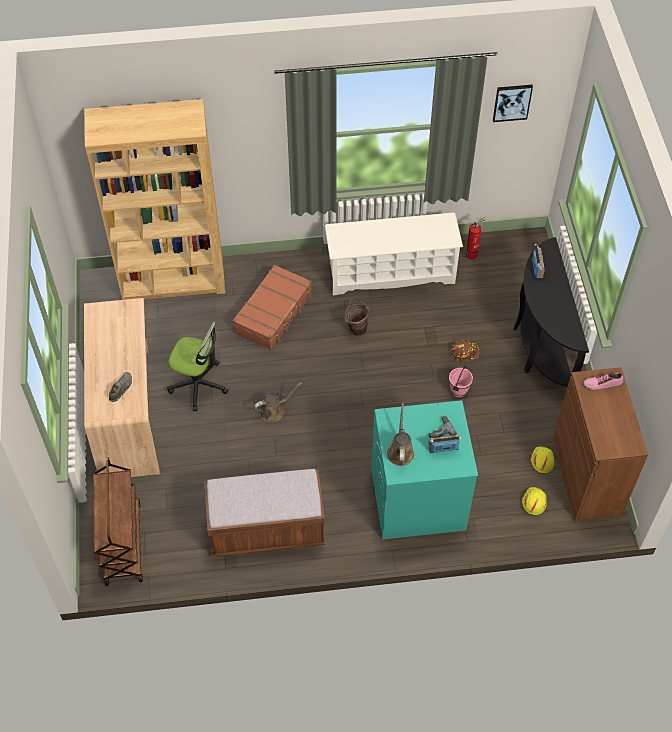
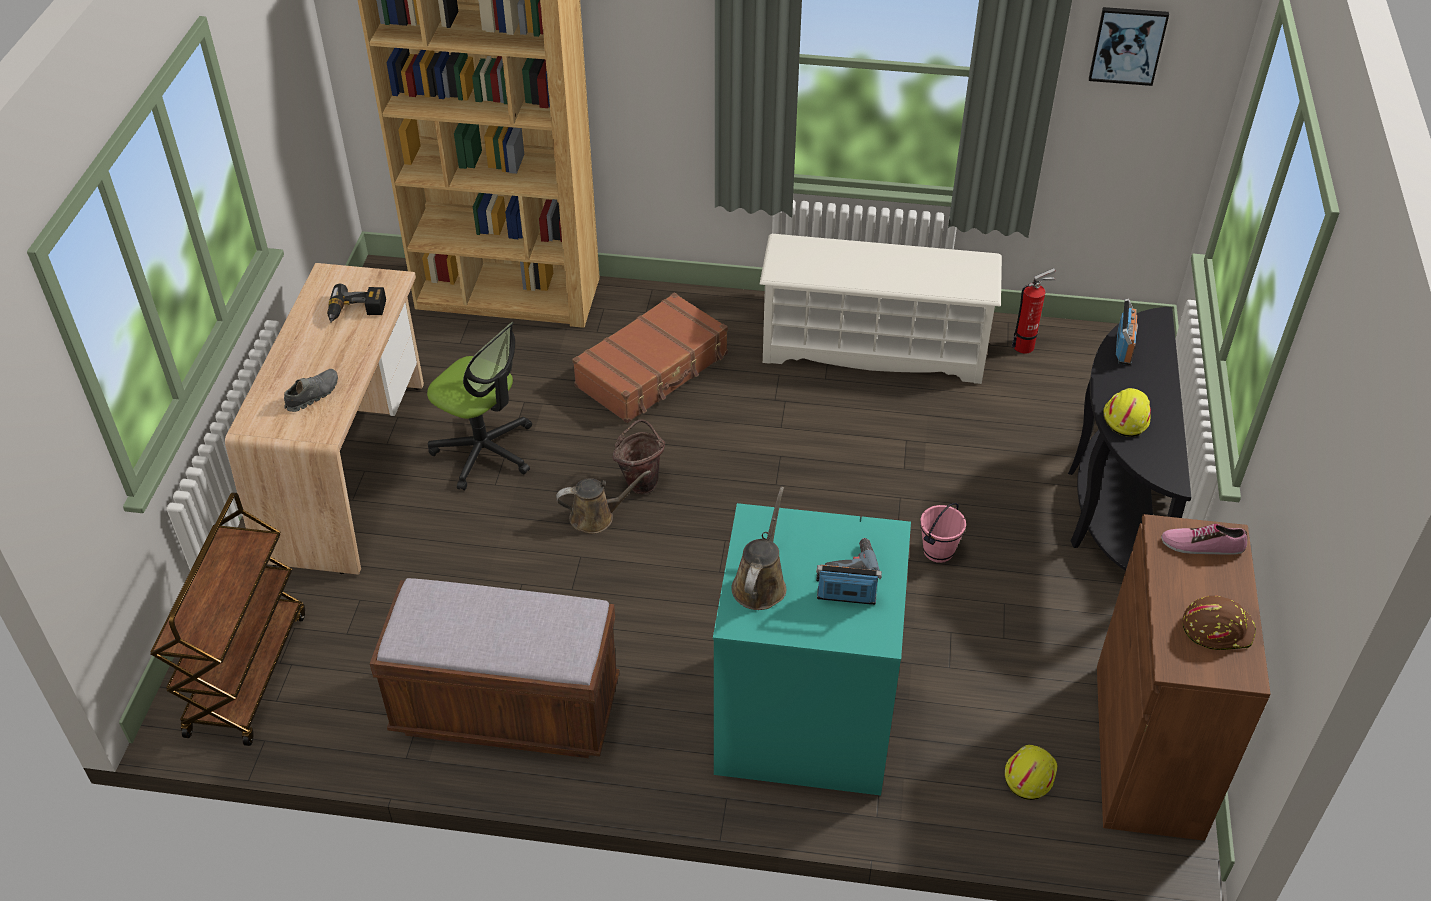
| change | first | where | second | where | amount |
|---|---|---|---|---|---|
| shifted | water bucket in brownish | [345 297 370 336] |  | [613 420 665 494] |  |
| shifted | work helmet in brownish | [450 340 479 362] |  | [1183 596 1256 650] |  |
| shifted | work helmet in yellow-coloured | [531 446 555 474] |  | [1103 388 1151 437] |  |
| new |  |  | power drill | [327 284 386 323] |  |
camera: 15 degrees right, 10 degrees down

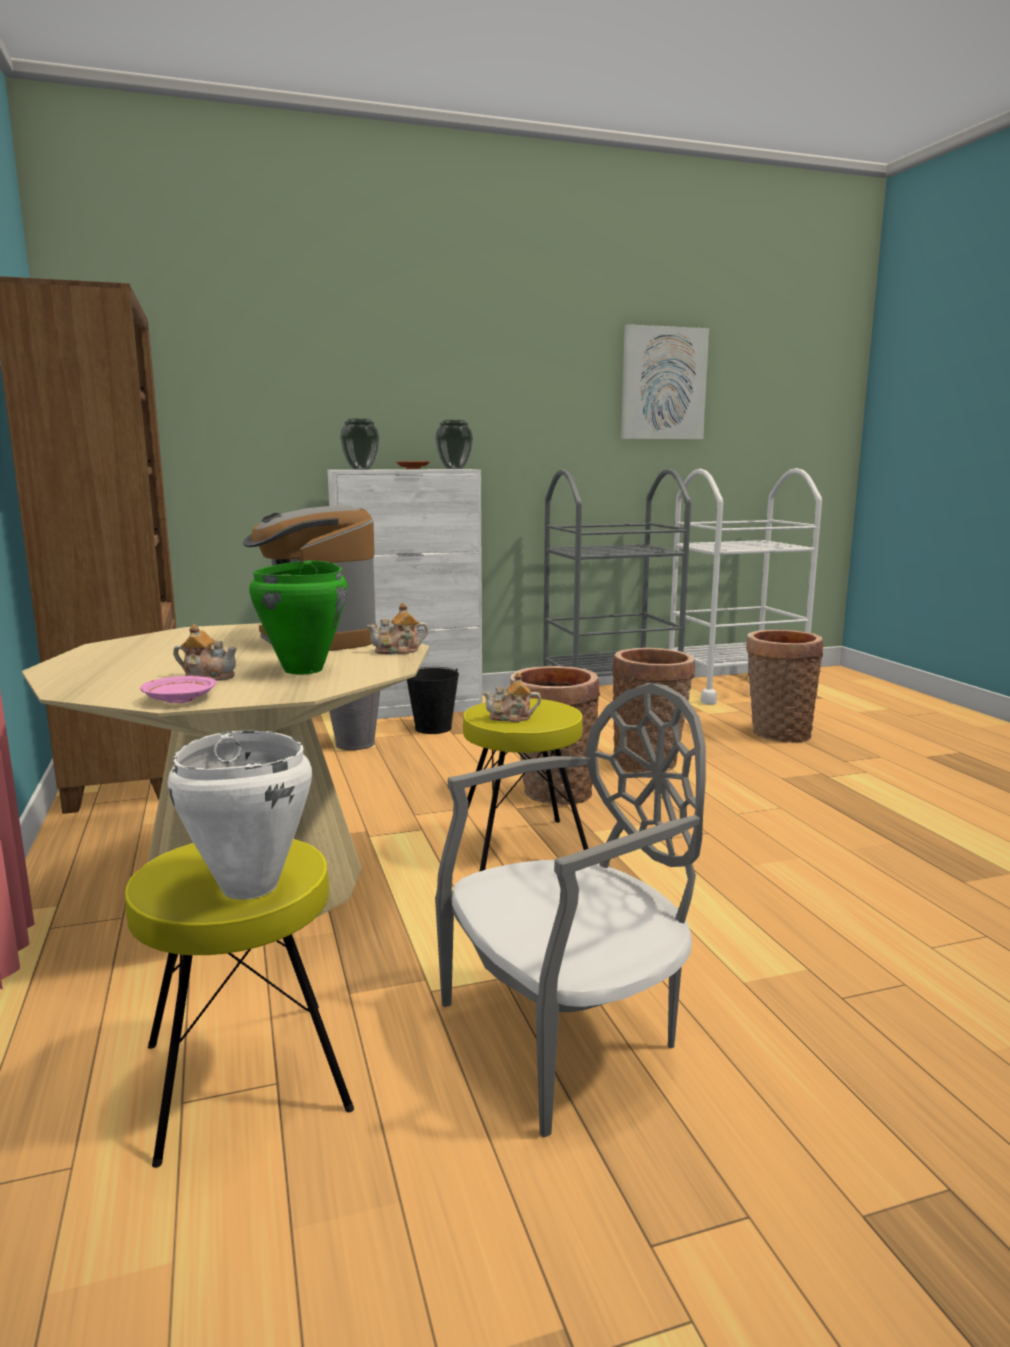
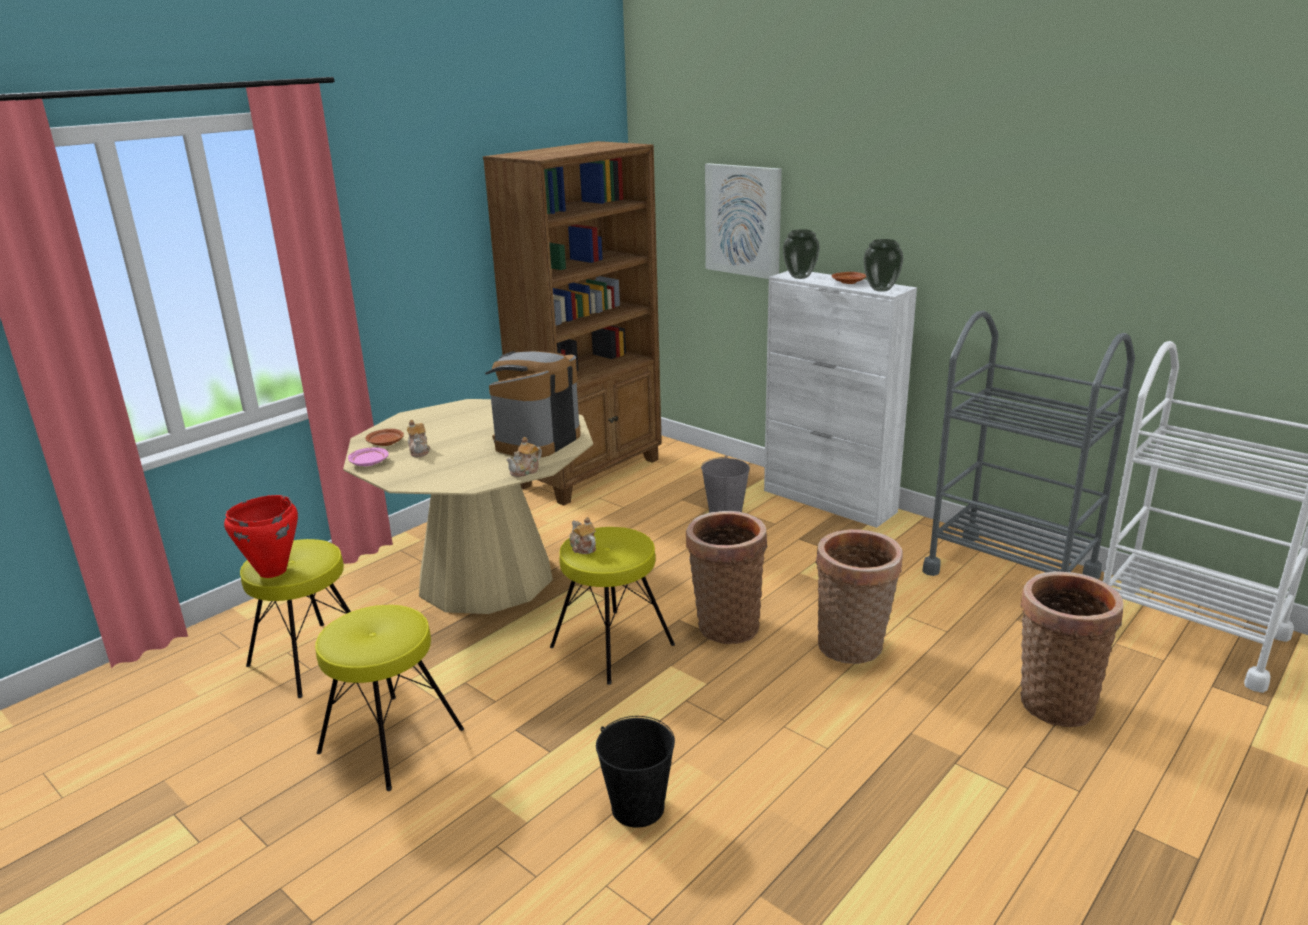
| change | first | where | second | where | amount |
|---|---|---|---|---|---|
| shifted | picture | [621 324 709 439] |  | [705 163 782 279] |  |
| gone | saucepot in green-coloured | [249 560 347 675] |  |  |  |
| rotated | pot for tea | [367 603 428 654] |  | [506 437 542 477] | 90 degrees counterclockwise |
| shifted | water bucket in black | [407 667 459 734] |  | [596 716 675 828] |  |
| swapped | plain chair in grey | [435 683 706 1137] | sitting stool in yellow-coloured | [315 605 464 791] |  |
| repainted | saucepot in white-coloured | [168 730 312 900] | saucepot in reddish | [224 495 298 578] |  |
| new |  |  | flat dish in brownish | [365 429 404 446] |  |
camera: 60 degrees right, 10 degrees up

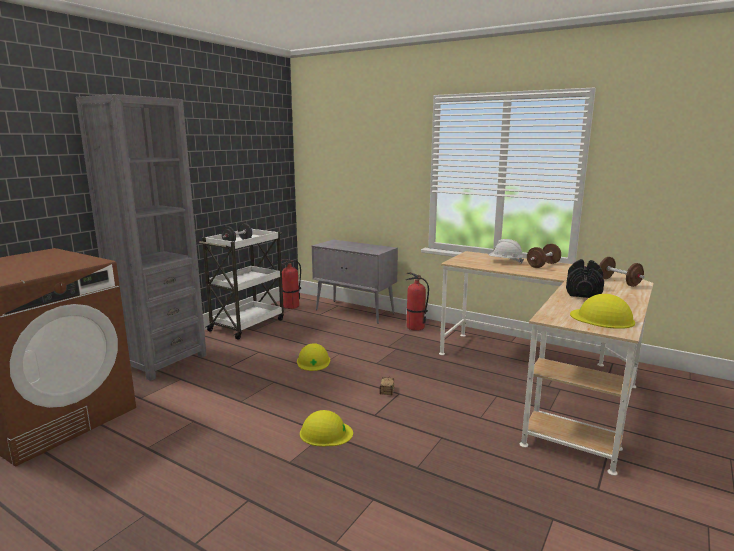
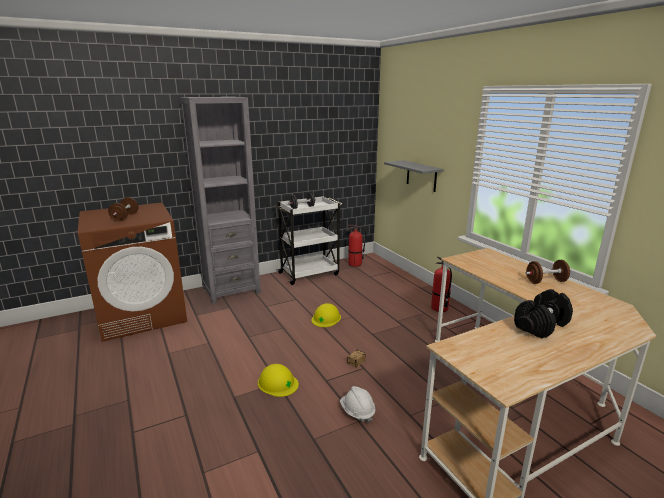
| change | first | where | second | where | amount |
|---|---|---|---|---|---|
| gone | cabinet in grey | [312 239 398 324] |  |  |  |
| shifted | work helmet in white-coloured | [489 239 524 264] |  | [340 386 376 423] |  |
| shifted | free weight in brownish | [599 257 645 287] |  | [108 197 138 221] |  |
| gone | work helmet in yellow-coloured | [570 294 635 329] |  |  |  |
| new |  |  | wall shelf in grey | [384 160 444 192] |  |
camera: 30 degrees right, 5 degrees up

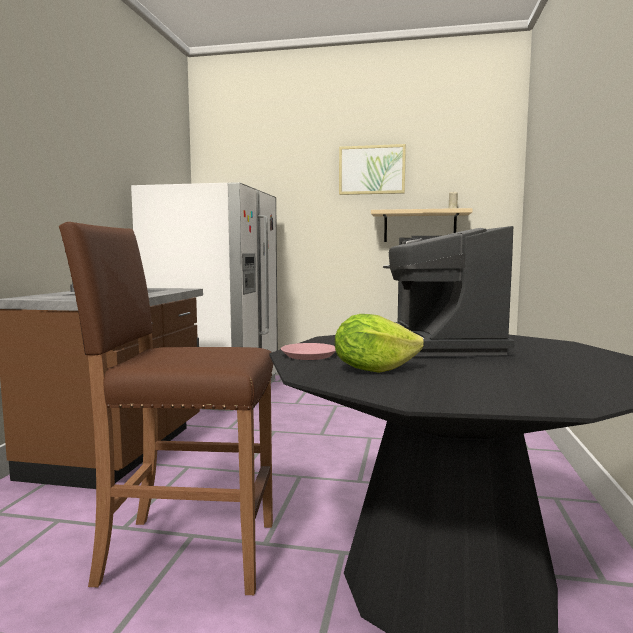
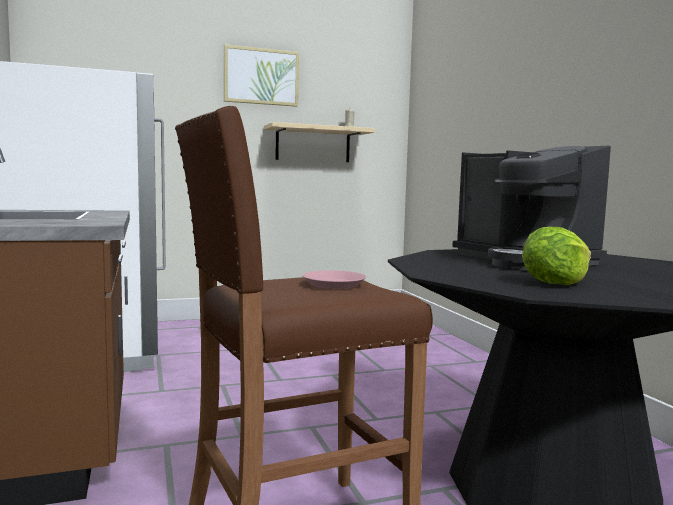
| change | first | where | second | where | amount |
|---|---|---|---|---|---|
| shifted | flat dish in pink | [281 343 336 360] |  | [303 270 366 289] |  |
camera: 30 degrees left, 0 degrees up

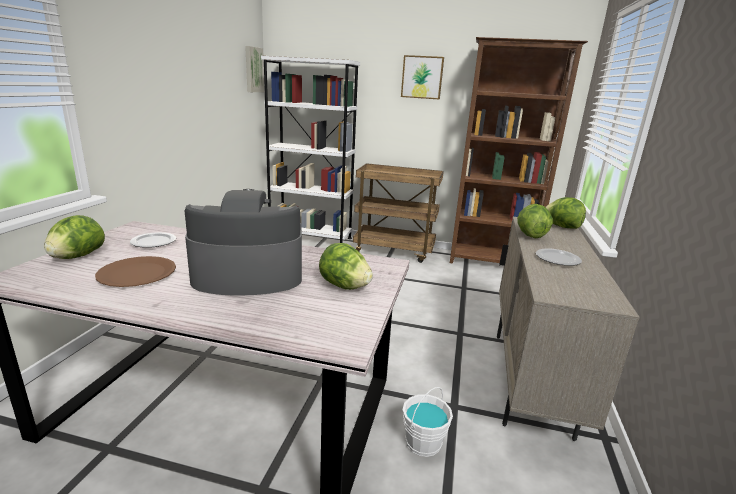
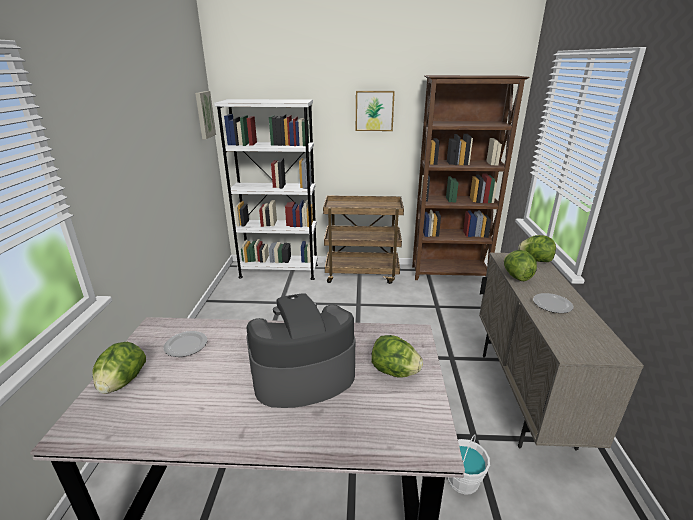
| change | first | where | second | where | amount |
|---|---|---|---|---|---|
| gone | flat dish in brownish | [95 256 176 287] |  |  |  |
camera: 10 degrees left, 5 degrees up

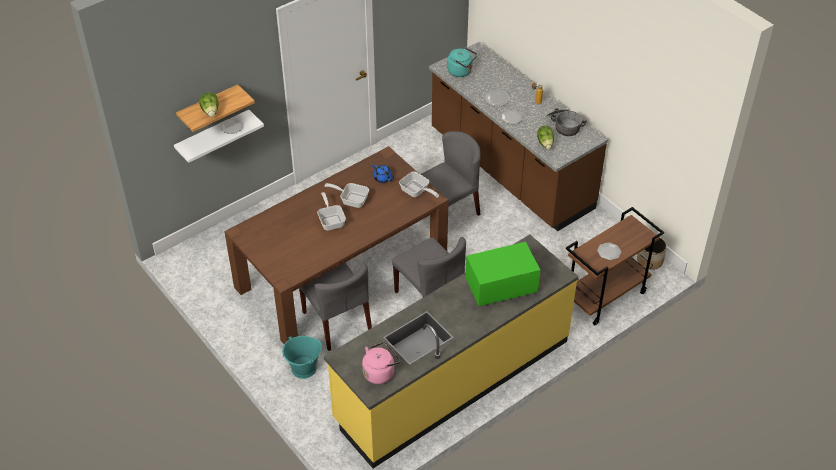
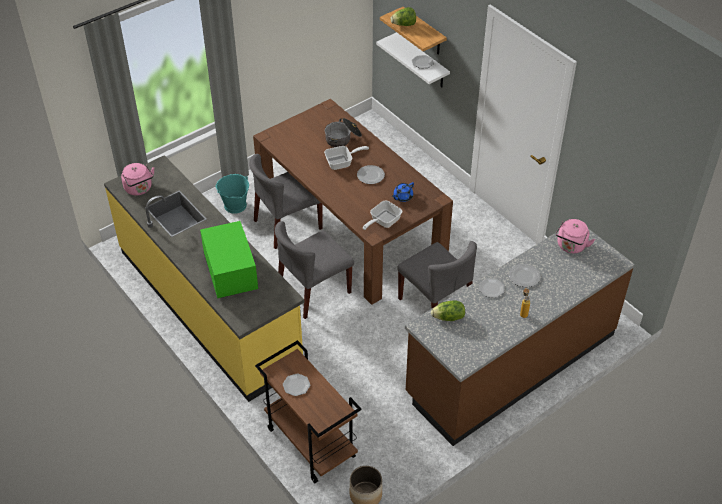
| change | first | where | second | where | amount |
|---|---|---|---|---|---|
| repainted | water kettle in turquoise | [447 47 477 77] | water kettle in pink | [556 219 595 253] |  |
| shifted | saucepot | [545 108 587 136] |  | [325 118 362 147] |  |
| swapped | skillet | [324 183 369 208] | flat dish | [357 165 385 184] |  |
camera: 90 degrees right, 0 degrees up

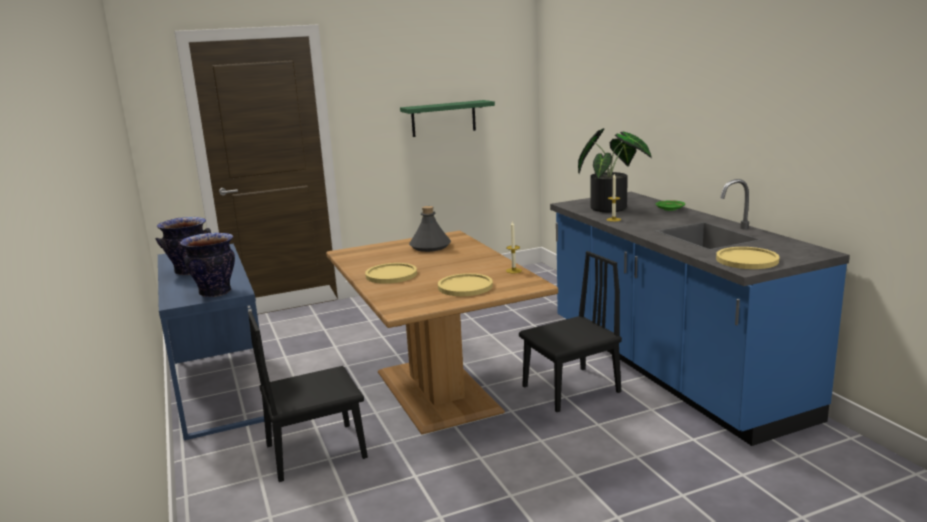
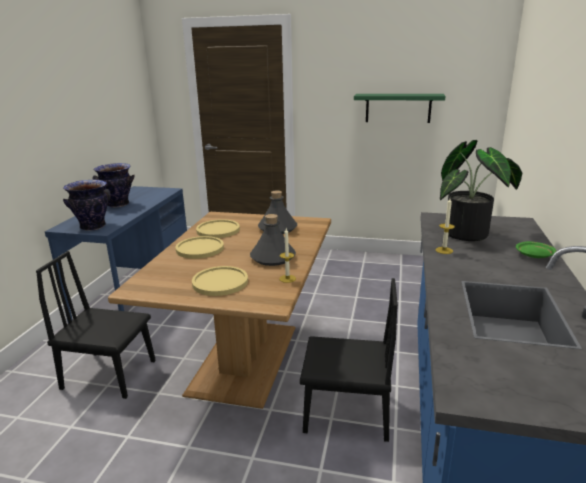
| change | first | where | second | where | amount |
|---|---|---|---|---|---|
| shifted | flat dish in yellow-coloured | [716 247 779 269] |  | [196 219 240 238] |  |
| new |  |  | drink bottle in grey | [250 214 296 266] |  |
camera: 35 degrees right, 5 degrees up

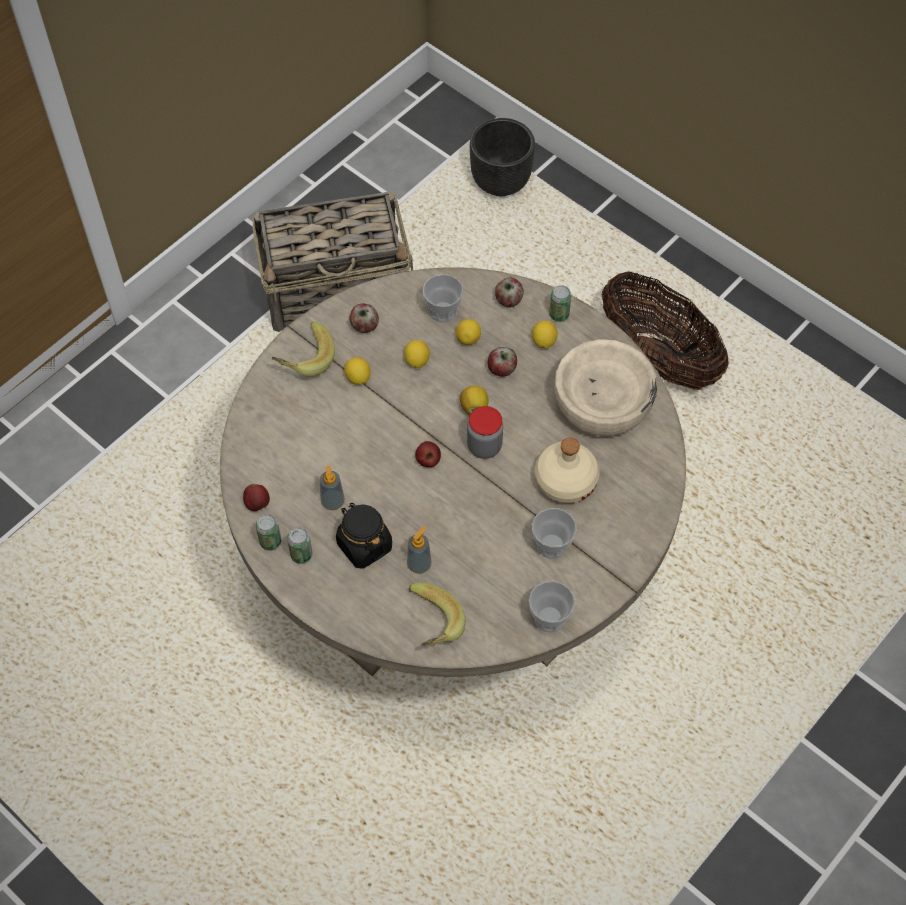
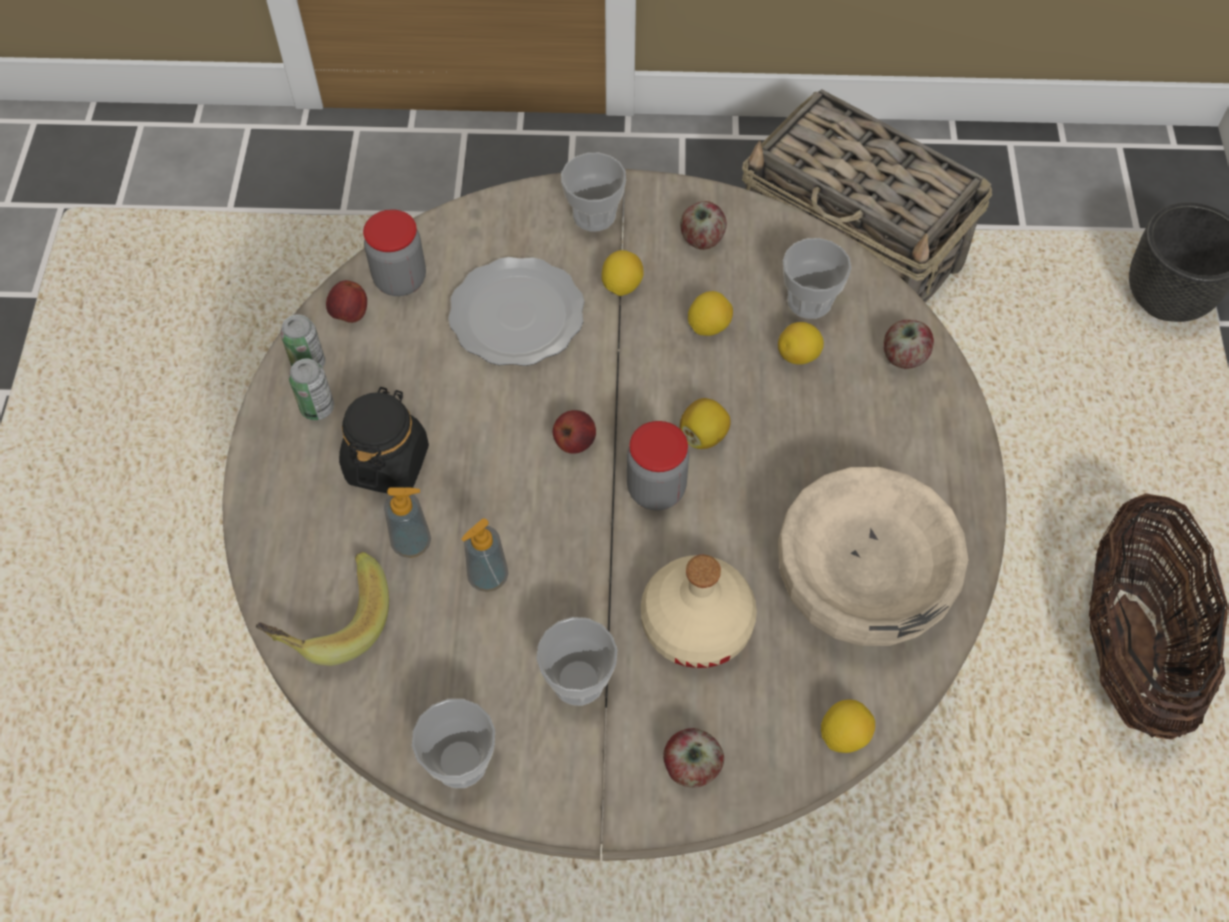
| change | first | where | second | where | amount |
|---|---|---|---|---|---|
| gone | can | [549 285 571 322] |  |  |  |
| shifted | lemon | [532 321 558 349] |  | [821 700 875 753] |  |
| swapped | banana fruit | [272 322 335 376] | small cup | [561 153 626 232] |  |
| shifted | apple | [488 347 517 377] |  | [663 728 724 787] |  |
| shifted | soap bottle | [320 466 345 510] |  | [461 519 509 592] |  |
| new |  |  | preserve jar | [363 209 426 296] |  |
| new |  |  | flat dish | [448 257 584 366] |  |
camera: 50 degrees right, 0 degrees up

